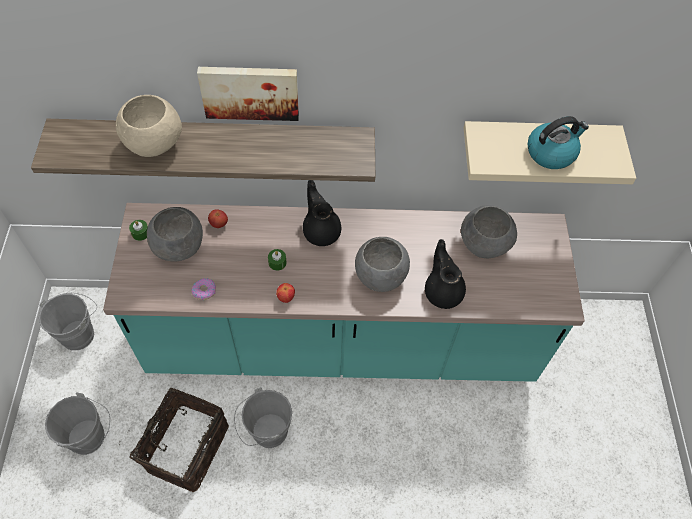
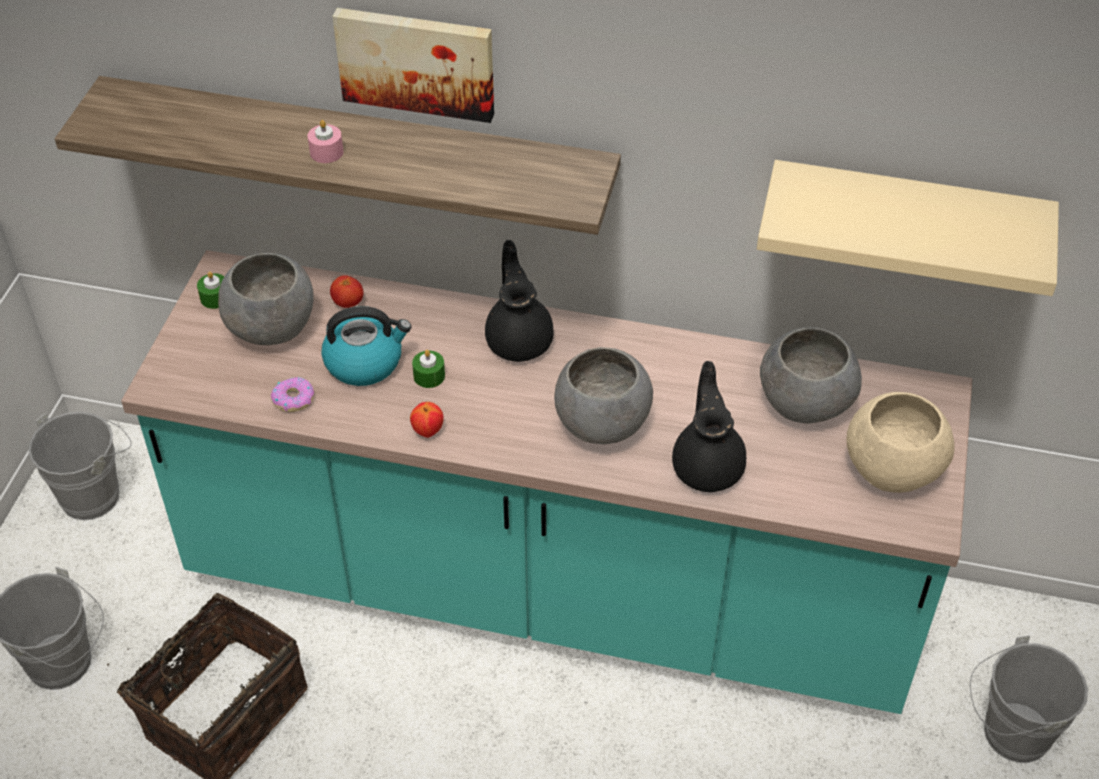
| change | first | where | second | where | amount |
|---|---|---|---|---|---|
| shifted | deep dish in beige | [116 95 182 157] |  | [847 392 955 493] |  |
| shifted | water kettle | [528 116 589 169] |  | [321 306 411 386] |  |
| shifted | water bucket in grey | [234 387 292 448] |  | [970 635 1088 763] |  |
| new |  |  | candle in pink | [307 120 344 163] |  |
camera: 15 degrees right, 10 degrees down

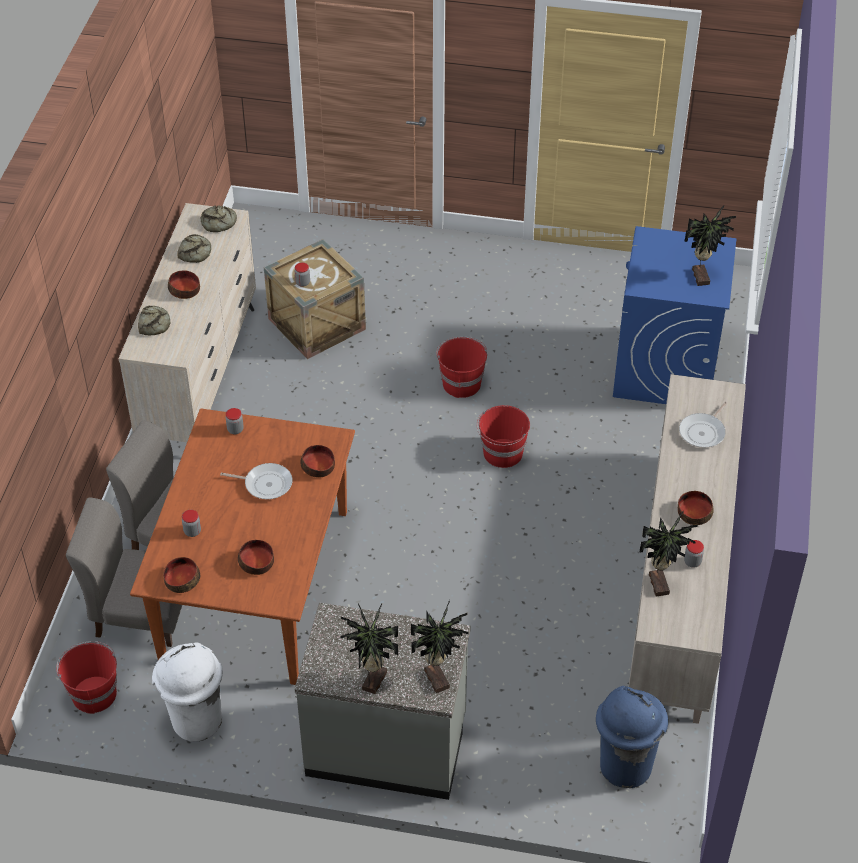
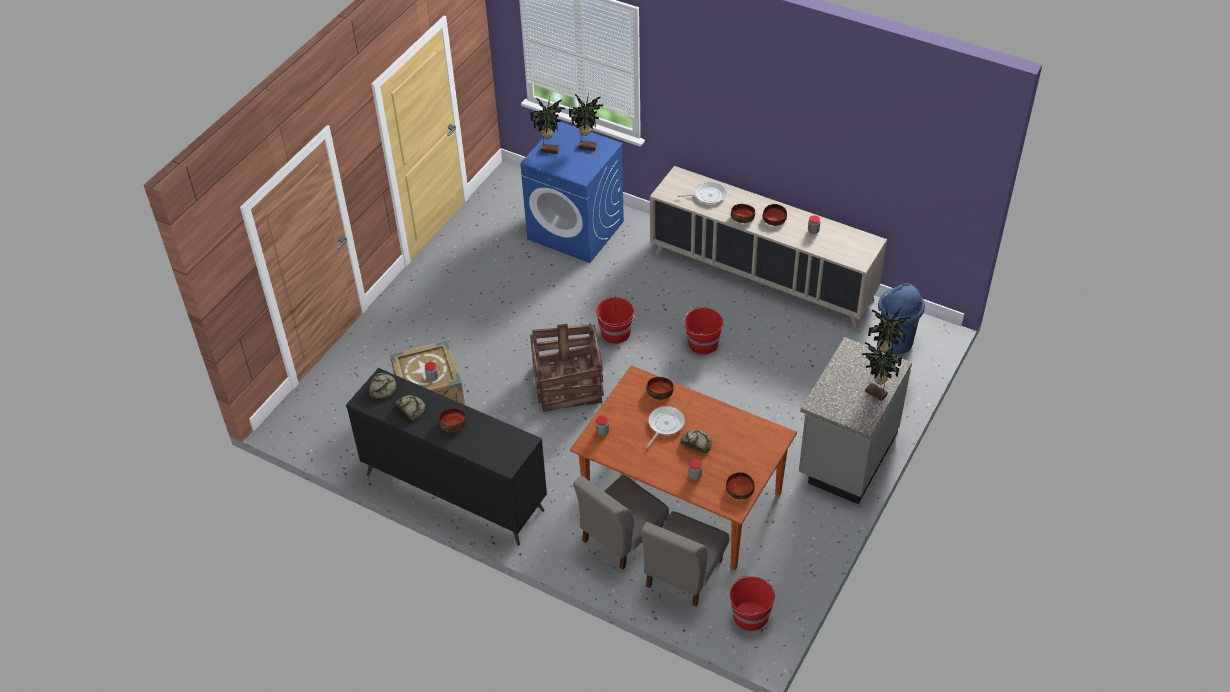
| change | first | where | second | where | amount |
|---|---|---|---|---|---|
| repainted | chest of drawers in beige | [118 203 256 442] | chest of drawers in black | [346 368 547 546] |  |
| shifted | bakery bread | [138 306 170 335] |  | [680 430 712 454] |  |
| shifted | water bucket in reddish | [436 337 487 398] |  | [683 307 723 354] |  |
| rotated | skillet | [679 401 727 448] |  | [677 182 726 204] | 60 degrees counterclockwise |
| shifted | houseplant | [639 510 698 596] |  | [530 97 565 154] |  |
| shifted | deep dish | [238 540 274 575] |  | [731 204 755 223] |  |
| gone | rubbish bin in white-coloured | [152 642 223 742] |  |  |  |
| new |  |  | packing crate | [530 323 604 412] |  |
camera: 70 degrees left, 0 degrees up

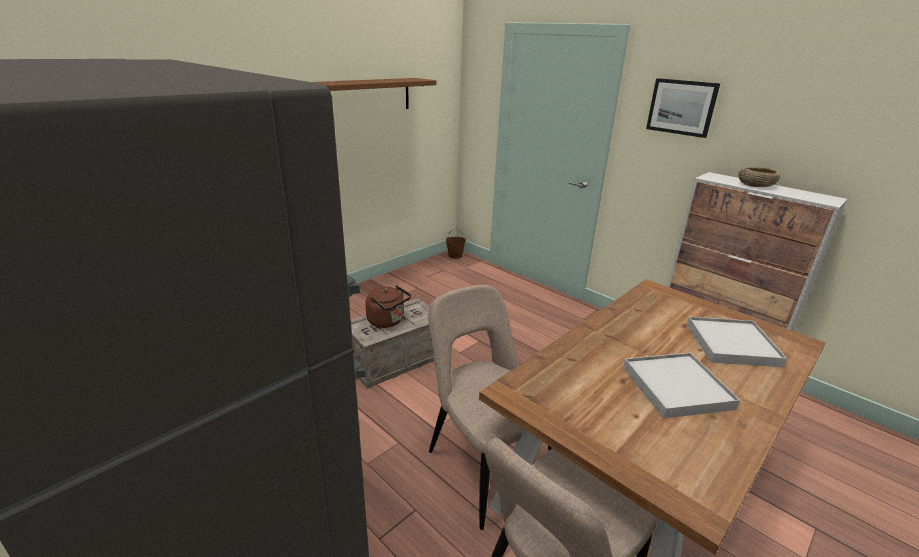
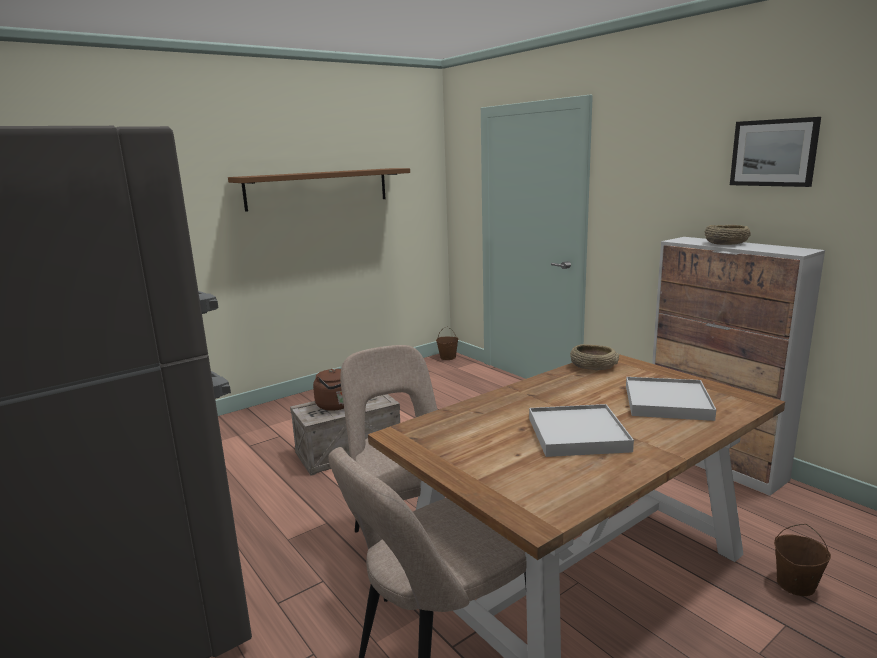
| change | first | where | second | where | amount |
|---|---|---|---|---|---|
| shifted | picture | [646 78 720 138] |  | [730 117 821 187] |  |
| new |  |  | deep dish in beige | [570 344 619 370] |  |
| new |  |  | water bucket in brownish | [774 524 831 596] |  |
camera: 10 degrees right, 10 degrees down

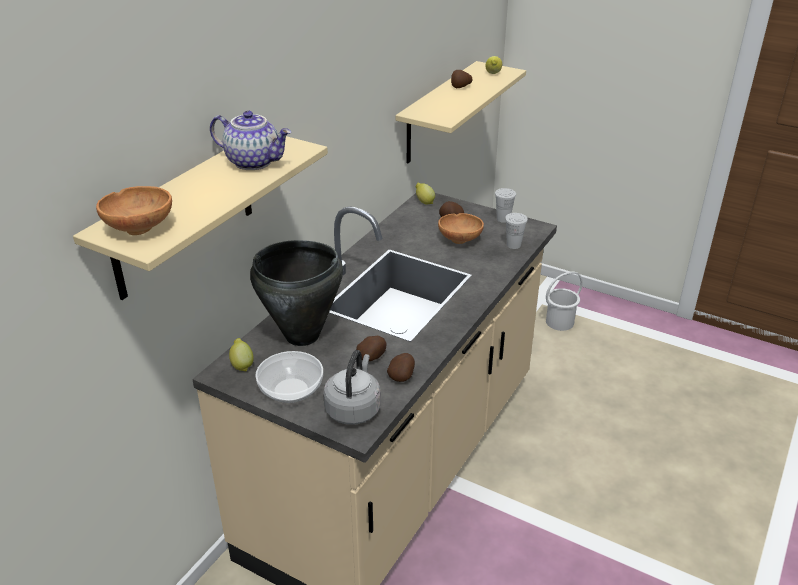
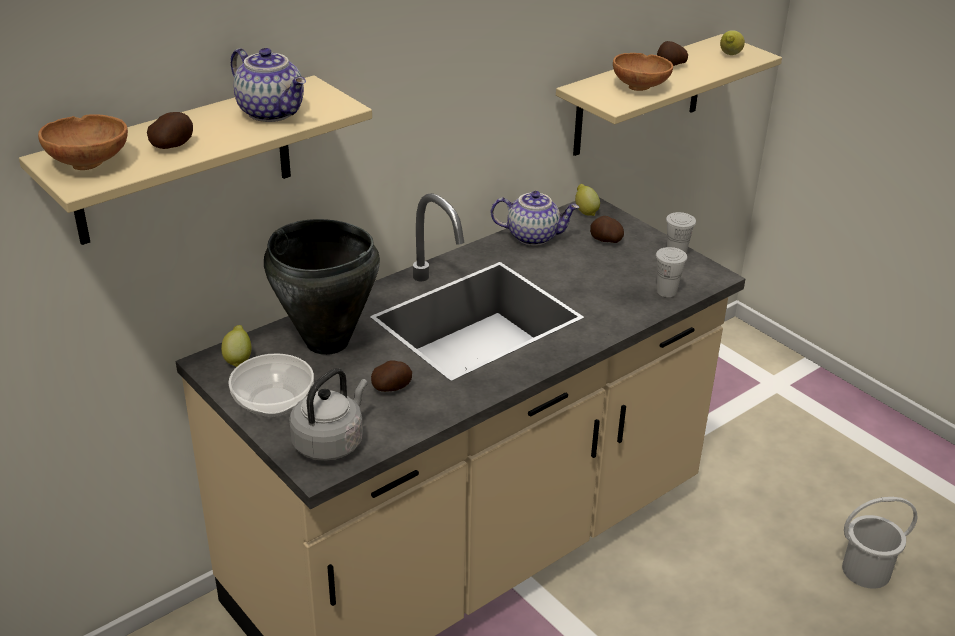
| change | first | where | second | where | amount |
|---|---|---|---|---|---|
| shifted | deep dish in brownish | [438 213 484 244] |  | [613 53 673 91] |  |
| shifted | water bucket in white-coloured | [546 271 583 331] |  | [842 497 918 589] |  |
| shifted | potato | [387 353 415 382] |  | [147 112 193 149] |  |
| new |  |  | pot for tea | [491 191 579 246] |  |
camera: 20 degrees right, 0 degrees up

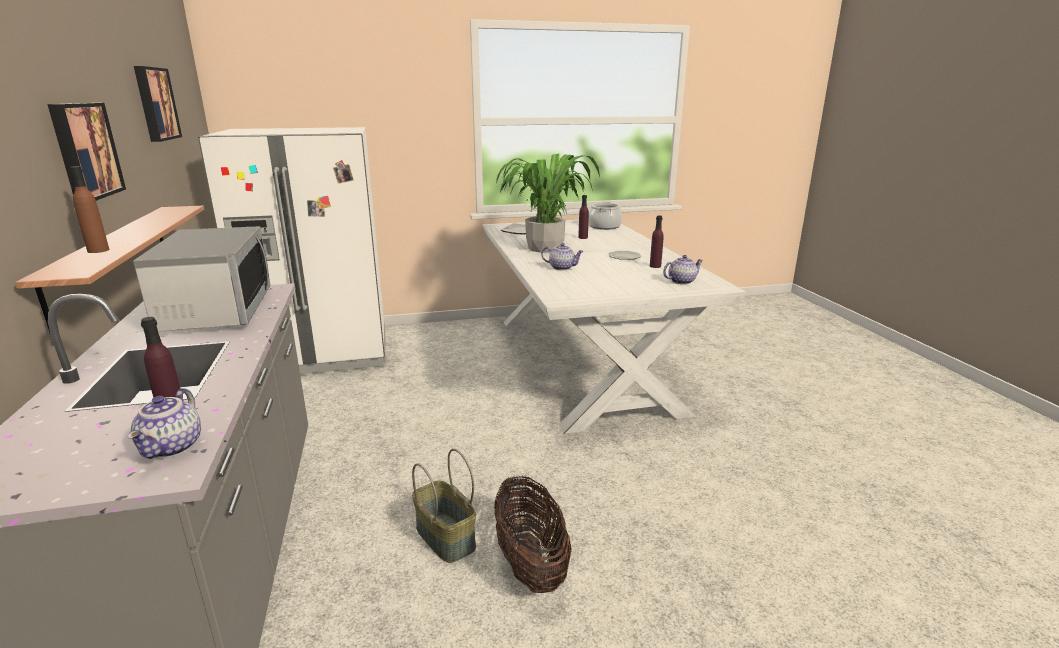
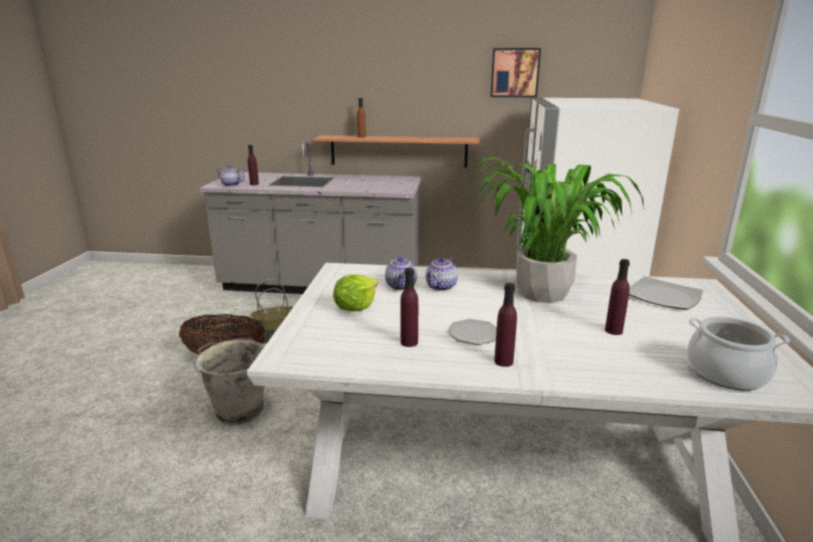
| change | first | where | second | where | amount |
|---|---|---|---|---|---|
| gone | picture | [47 103 126 201] |  |  |  |
| gone | kitchen microwave | [133 226 270 332] |  |  |  |
| shifted | pot for tea | [663 255 703 285] |  | [385 255 417 291] |  |
| new |  |  | lettuce | [333 274 377 311] |  |
| new |  |  | drink bottle in purple-coloured | [494 283 517 367] |  |
| new |  |  | water bucket in grey | [194 338 264 425] |  |
camera: 110 degrees right, 0 degrees up

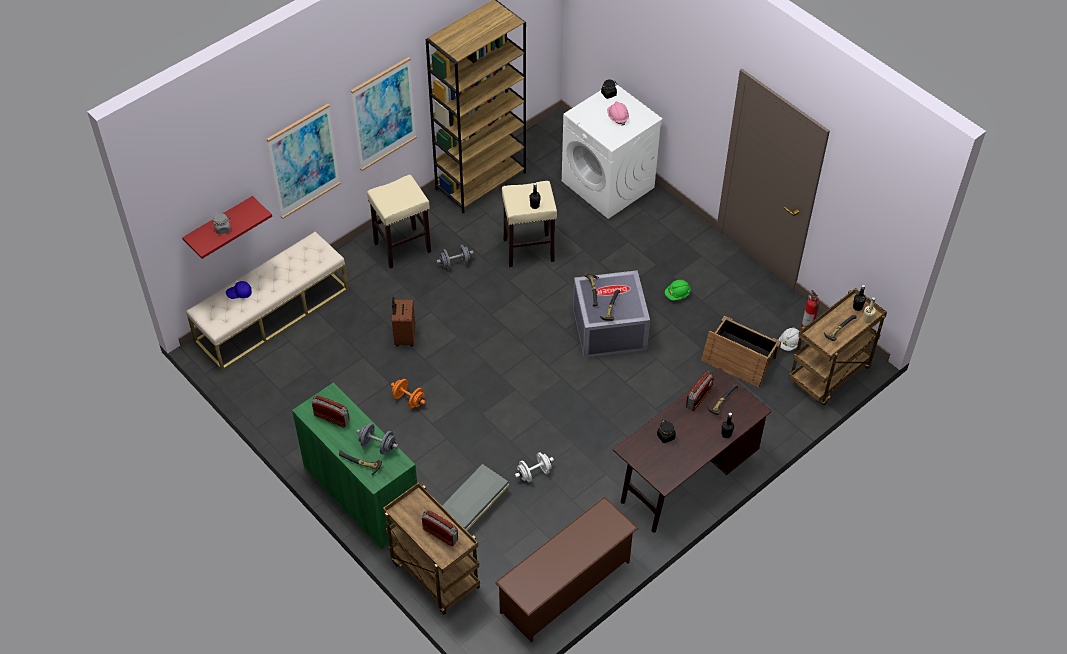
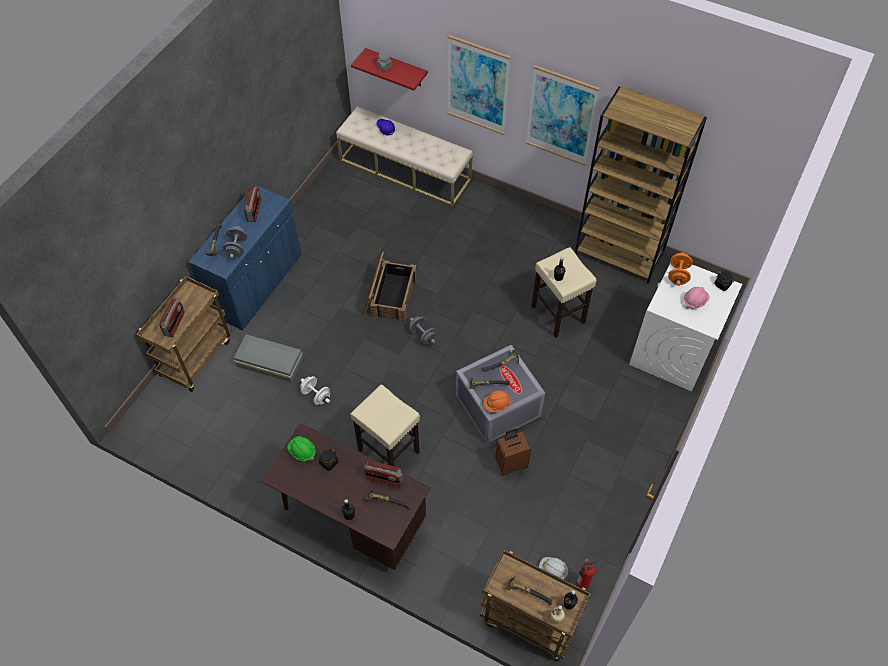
| change | first | where | second | where | amount |
|---|---|---|---|---|---|
| shifted | sitting stool in beige | [367 175 431 269] |  | [350 385 420 466] |  |
| shifted | free weight in grey | [436 245 474 269] |  | [409 317 437 344] |  |
| shifted | work helmet in green-coloured | [665 280 691 301] |  | [287 436 316 461] |  |
| shifted | piece of luggage in brownish | [392 297 415 346] |  | [495 428 531 475] |  |
| shifted | packing crate | [701 316 781 387] |  | [363 252 417 322] |  |
| shifted | free weight in orange-coloured | [391 379 426 408] |  | [668 252 693 286] |  |
| repainted | cabinet in green-coloured | [292 382 417 550] | cabinet in blue-coloured | [189 185 302 330] |  |
| gone | shoe shelf in brownish | [495 497 638 643] |  |  |  |
| new |  |  | work helmet in orange-coloured | [483 390 511 413] |  |
camera: 70 degrees right, 5 degrees up

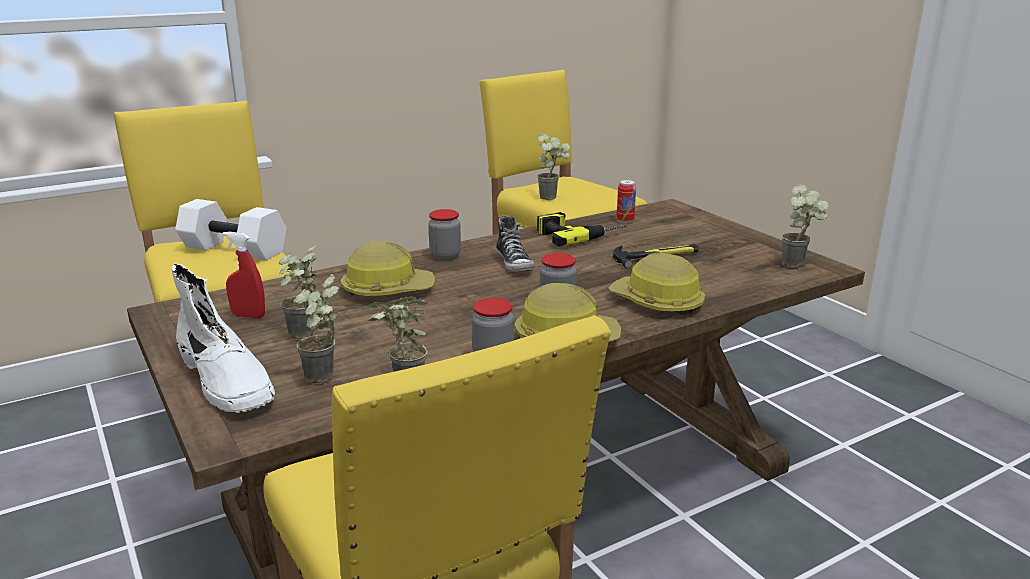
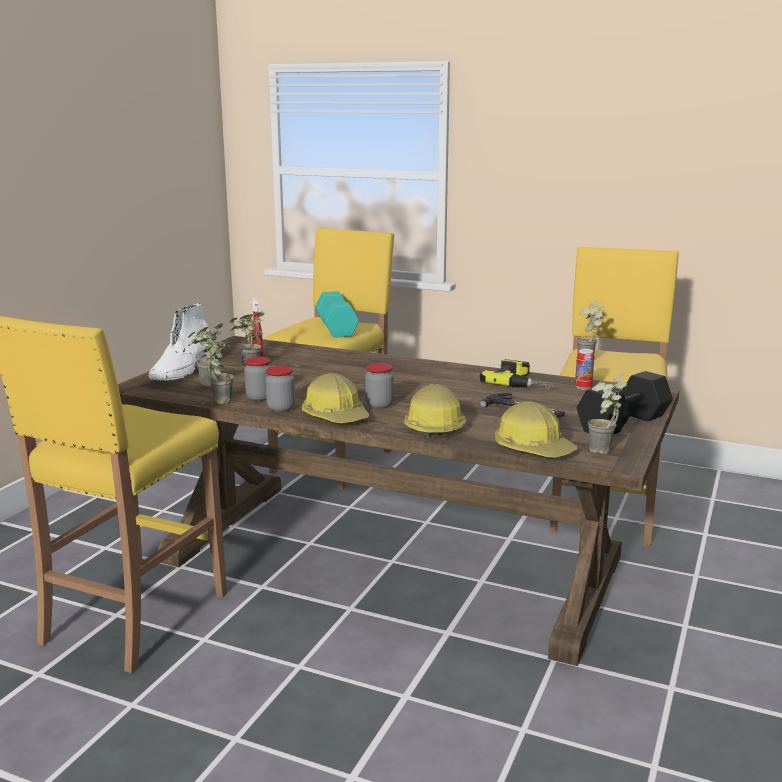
| change | first | where | second | where | amount |
|---|---|---|---|---|---|
| repainted | free weight in white-coloured | [175 199 286 260] | free weight in turquoise | [315 291 359 338] |  |
| shifted | preserve jar | [428 209 461 260] |  | [244 357 272 401] |  |
| gone | shoe | [496 215 534 272] |  |  |  |
| shifted | work helmet | [341 241 435 296] |  | [495 401 578 458] |  |
| new |  |  | free weight in black | [577 371 673 434] |  |
camera: 55 degrees right, 5 degrees down

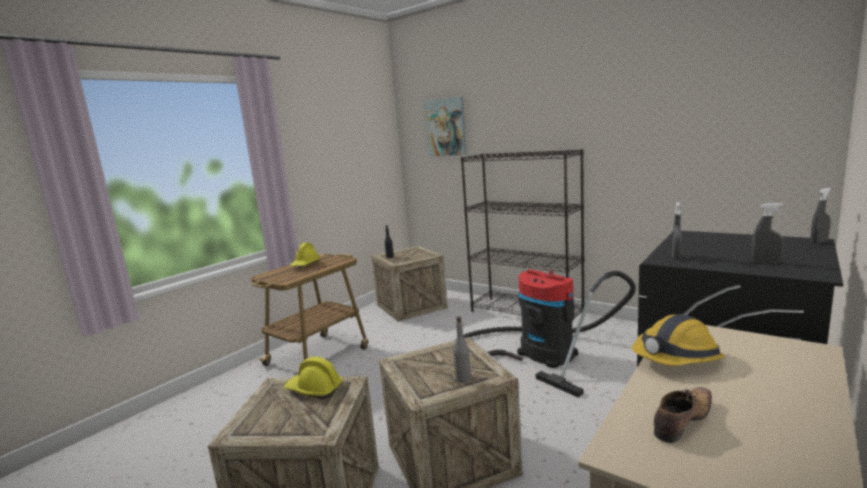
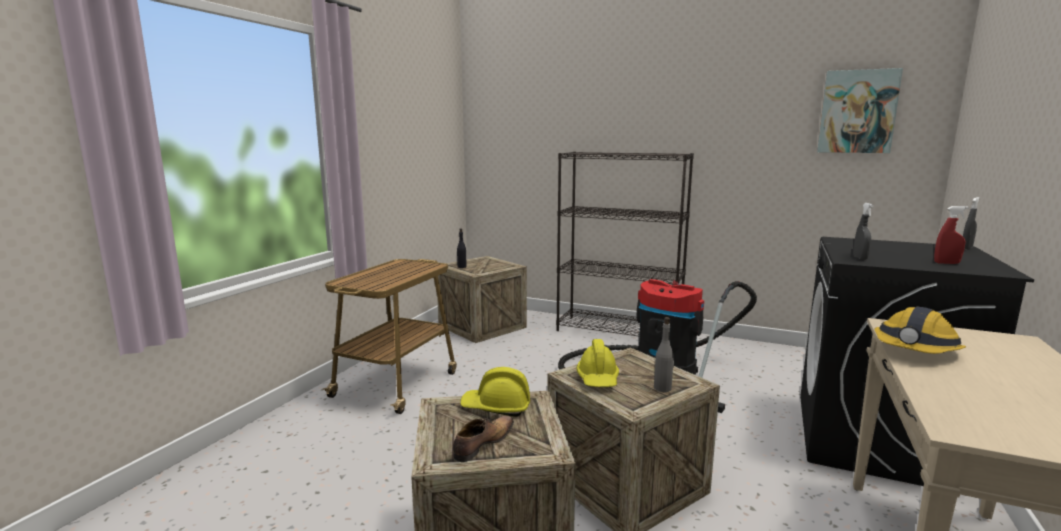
| change | first | where | second | where | amount |
|---|---|---|---|---|---|
| shifted | picture | [424 96 467 156] |  | [817 68 903 153] |  |
| repainted | hand sprayer in grey | [751 203 784 263] | hand sprayer in reddish | [934 206 969 264] |  |
| shifted | work helmet in yellow-coloured | [289 243 320 266] |  | [576 339 619 387] |  |
| shifted | shoe | [654 387 712 443] |  | [453 416 514 462] |  |
camera: 15 degrees left, 0 degrees up

